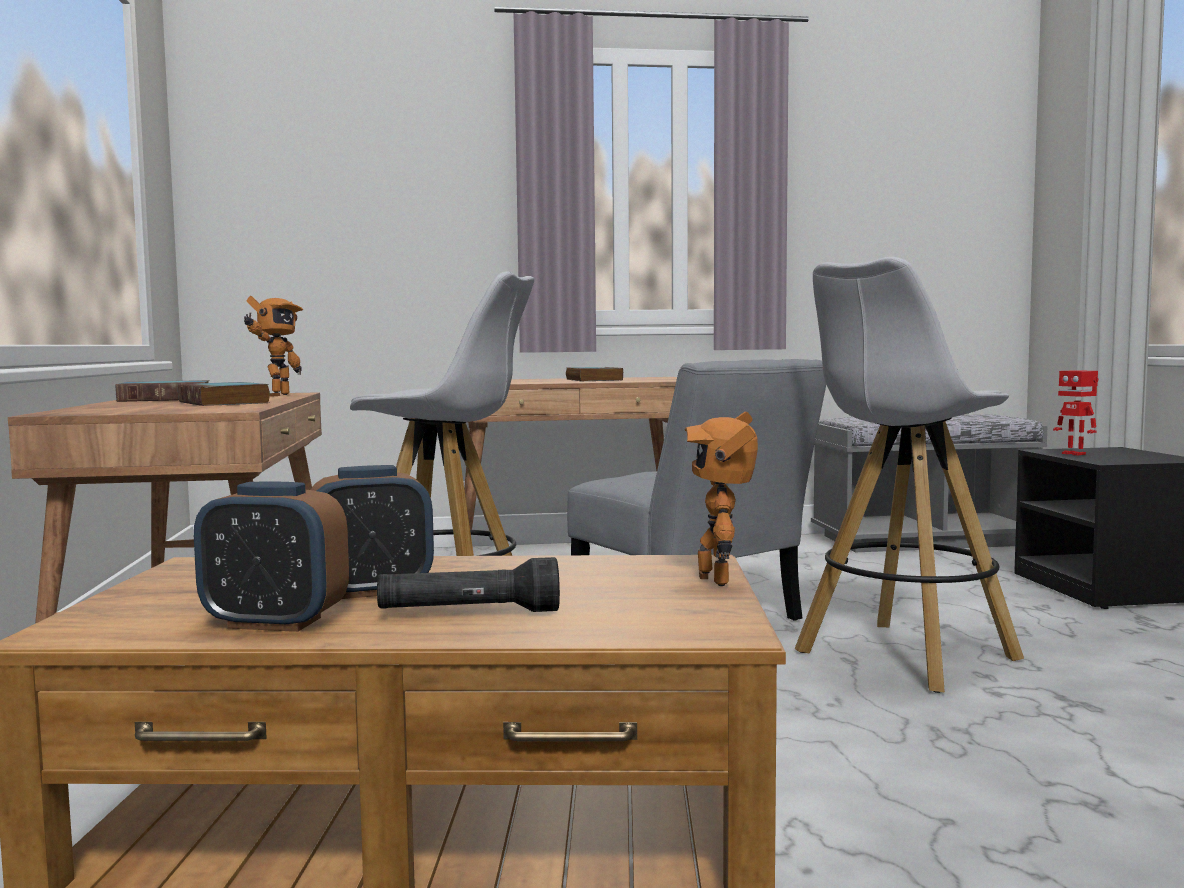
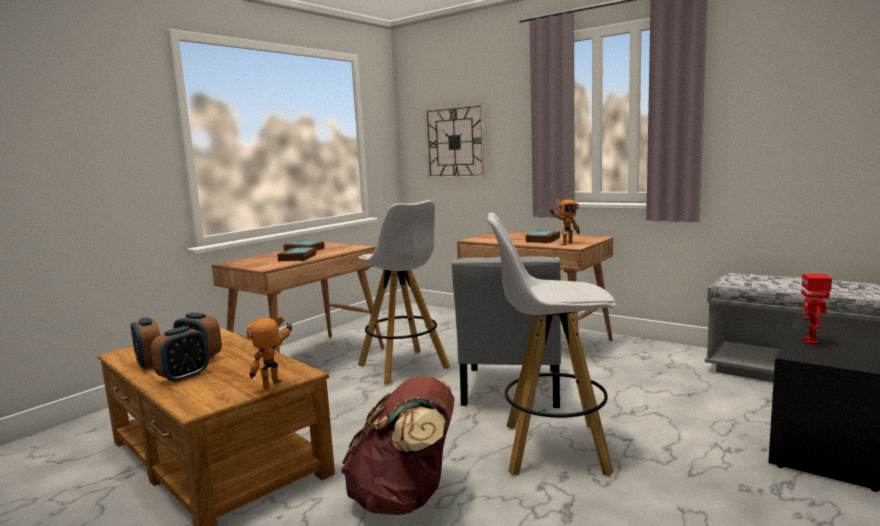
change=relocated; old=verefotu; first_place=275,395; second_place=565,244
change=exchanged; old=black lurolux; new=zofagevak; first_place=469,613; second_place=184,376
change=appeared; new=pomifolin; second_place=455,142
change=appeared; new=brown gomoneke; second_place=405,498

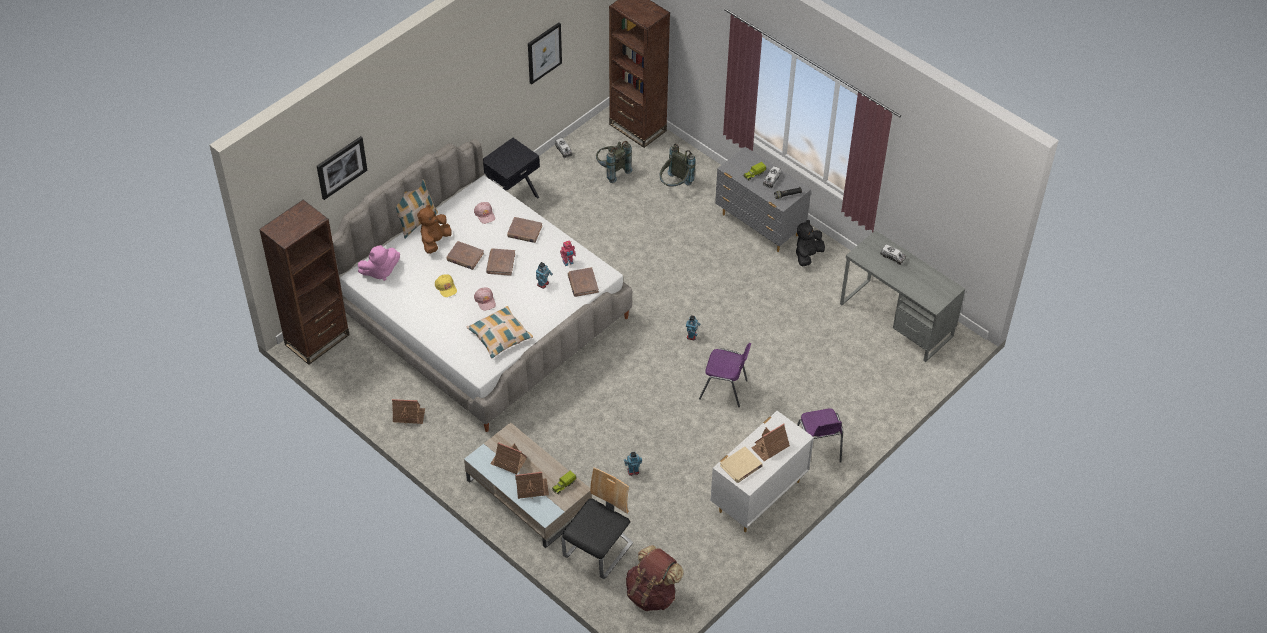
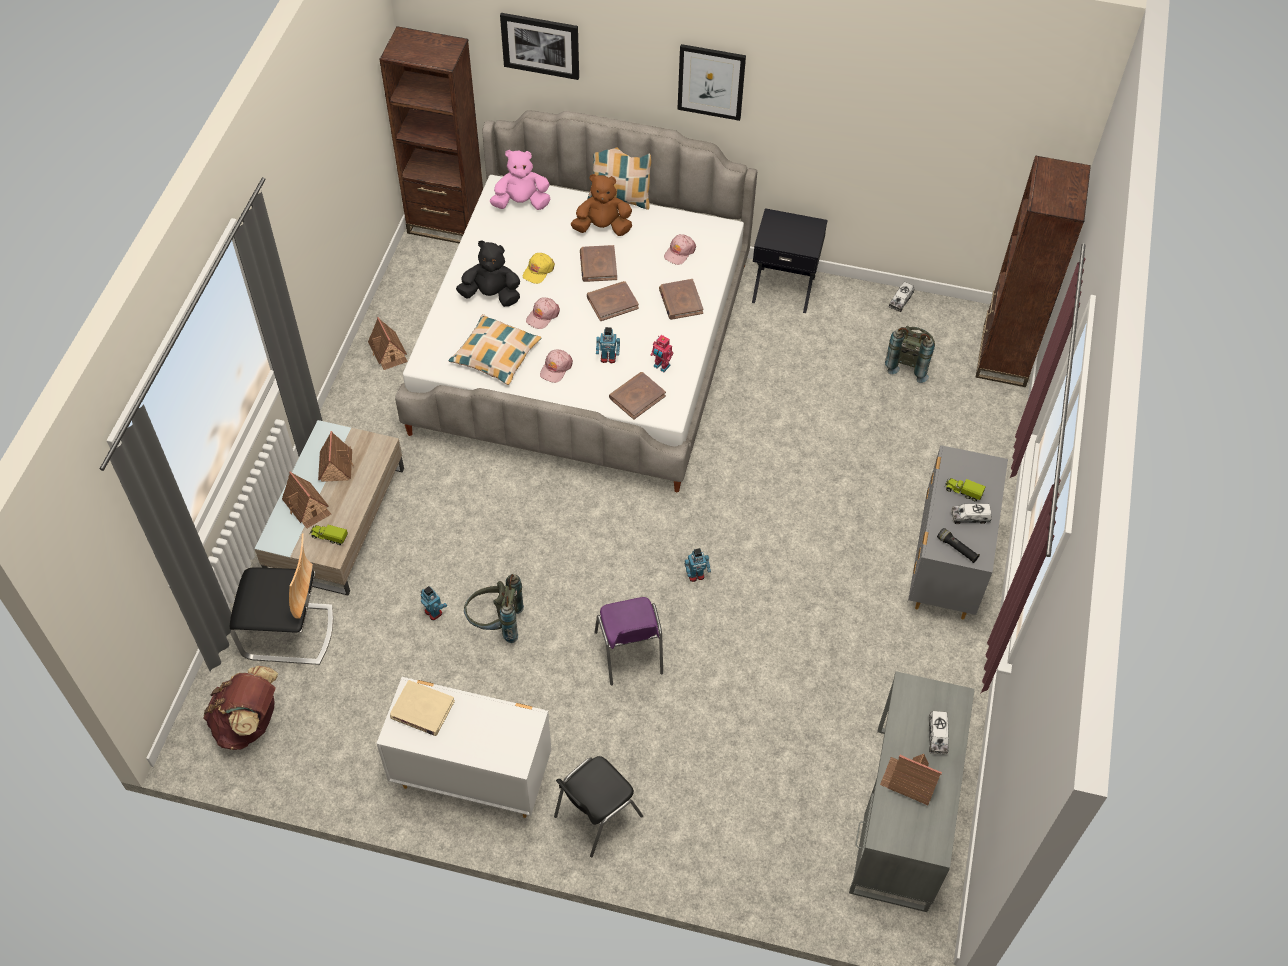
change=relocated; old=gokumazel; first_place=544,52; second_place=711,81
change=relocated; old=grey gomoneke; first_place=675,185; second_place=496,624
change=relocated; old=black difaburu; first_place=807,255; second_place=491,295
change=spun; old=pink difaburu; first_place=380,271; second_place=521,203; degrees=135
change=colour; old=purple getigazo; new=black getigazo; first_place=818,450; second_place=595,817
change=relocated; old=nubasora; first_place=770,447; second_place=910,781
change=appeared; new=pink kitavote; second_place=556,368

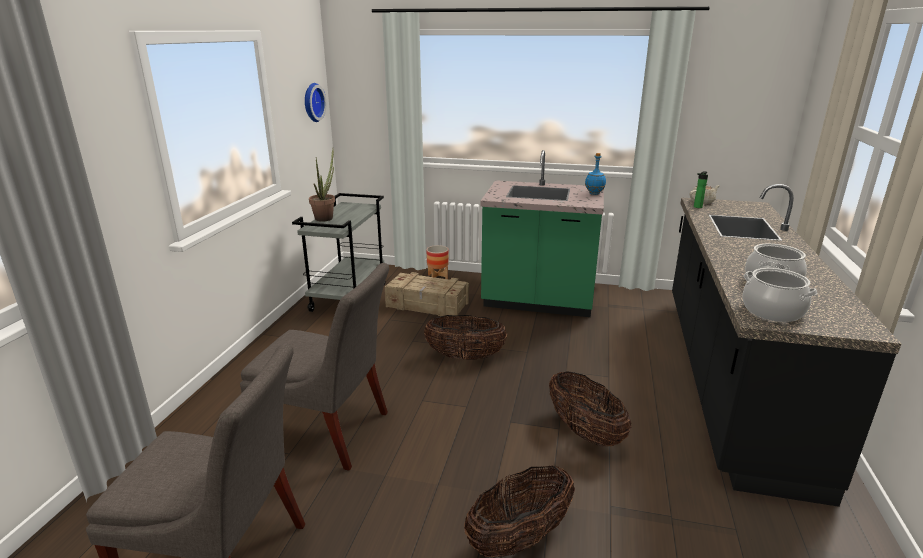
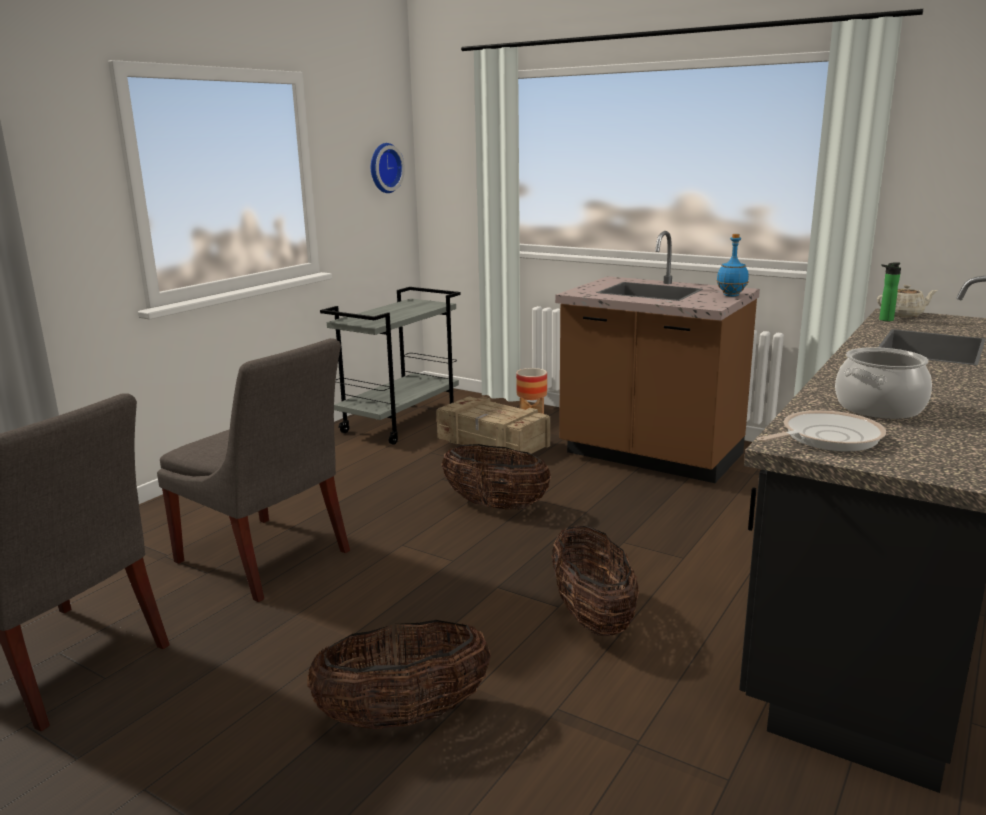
change=missing; old=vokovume; first_place=326,217
change=colour; old=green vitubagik; new=brown vitubagik; first_place=538,302; second_place=650,456
change=exchanged; old=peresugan; new=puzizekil; first_place=772,311; second_place=826,438

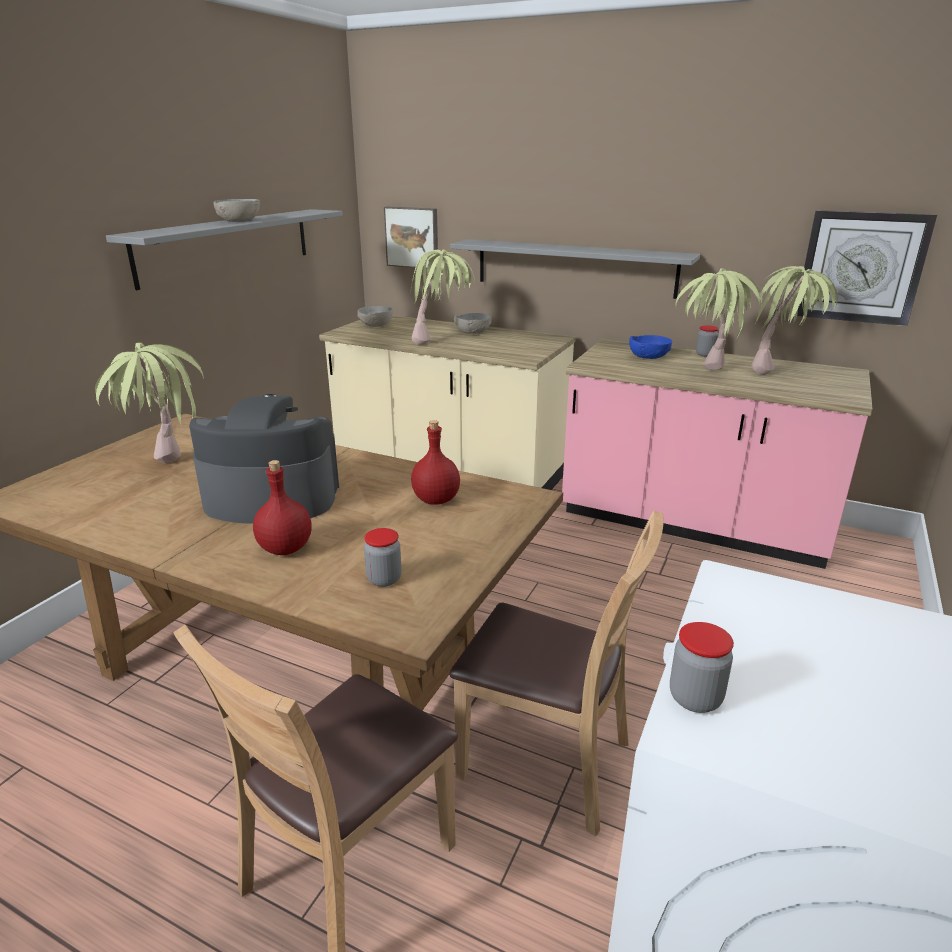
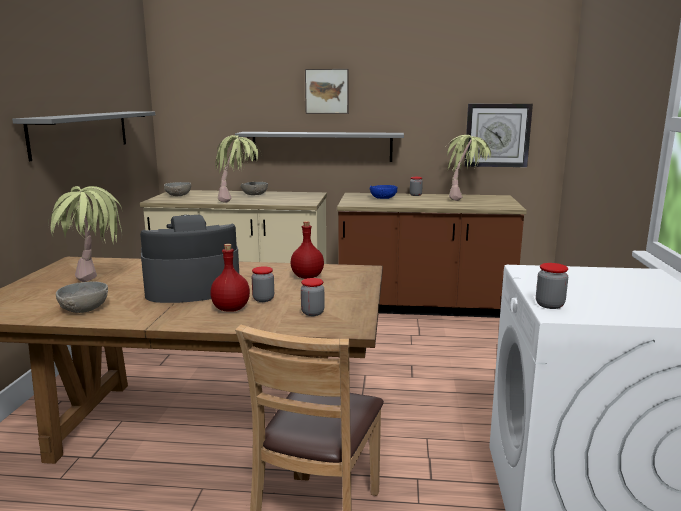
change=relocated; old=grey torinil; first_place=238,221; second_place=83,309
change=relocated; old=gokumazel; first_place=412,237; second_place=327,91
change=missing; old=vokovume; first_place=705,375
change=colour; old=pink vitubagik; new=brown vitubagik; first_place=692,523; second_place=423,306
change=missing; old=brown getigazo; first_place=546,761
change=appeared; new=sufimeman; second_place=263,299

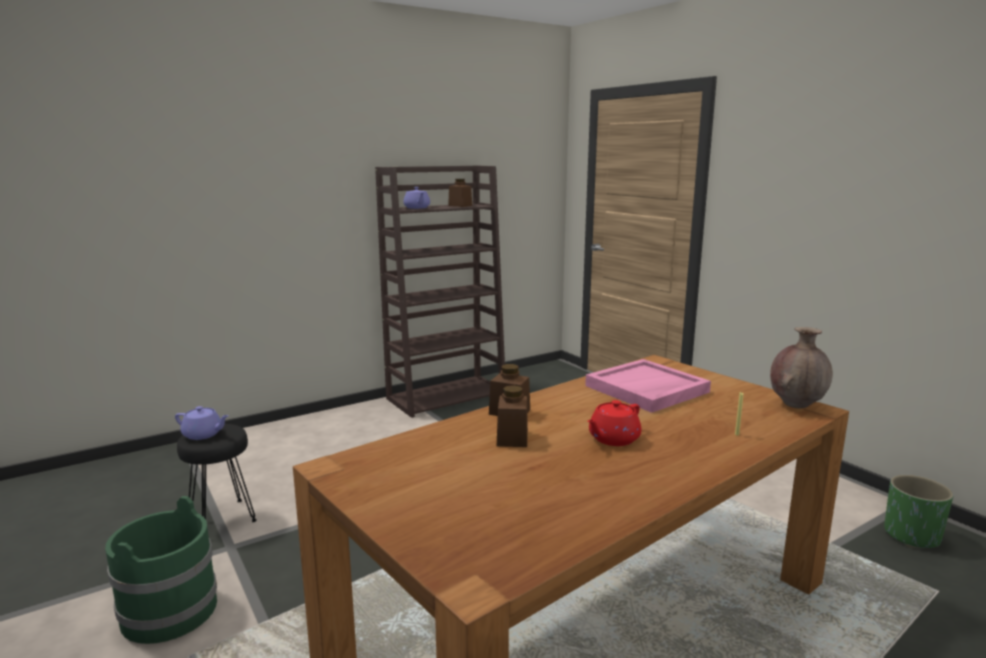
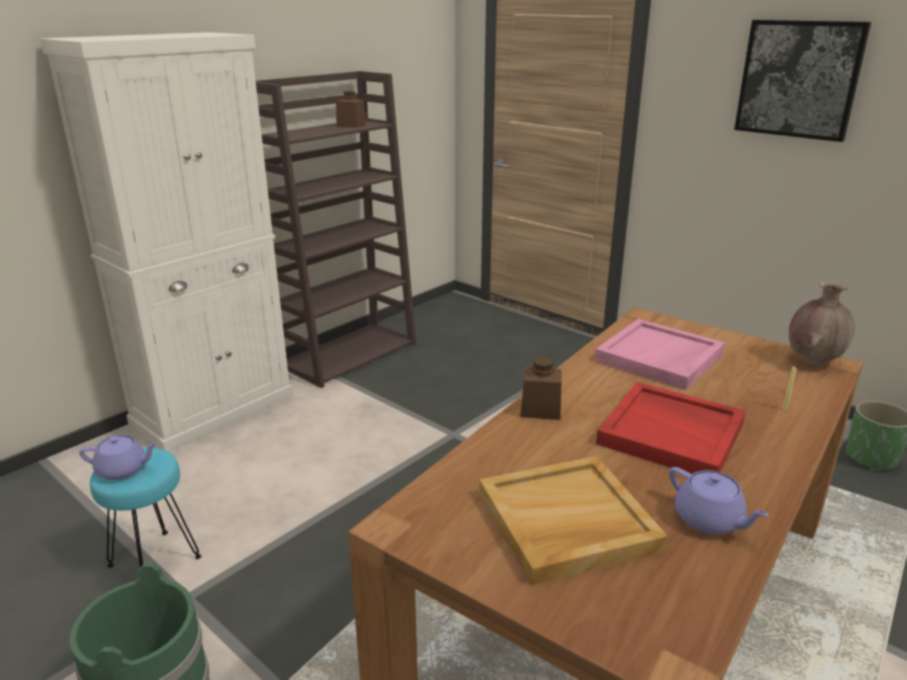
change=relocated; old=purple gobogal; first_place=417,208; second_place=709,520
change=missing; old=brown sufimeman; first_place=512,438
change=exchanged; old=red gobogal; new=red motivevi; first_place=613,439; second_place=672,433
change=colour; old=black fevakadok; new=turquoise fevakadok; first_place=222,518; second_place=154,560
change=appeared; new=gokumazel; second_place=799,79
change=appeared; new=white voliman; second_place=214,410
change=appeared; new=beige motivevi; second_place=566,522

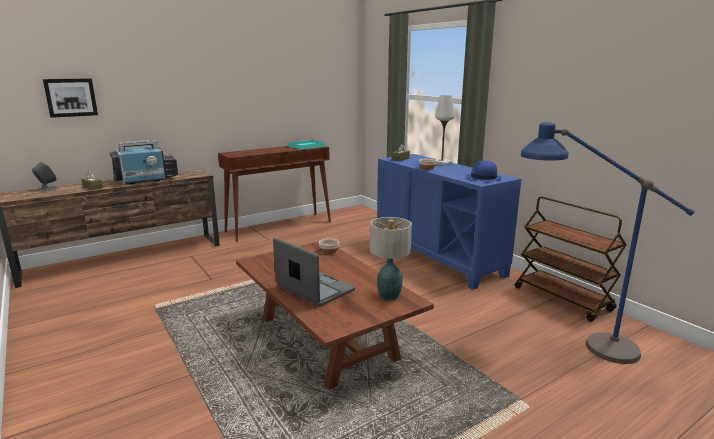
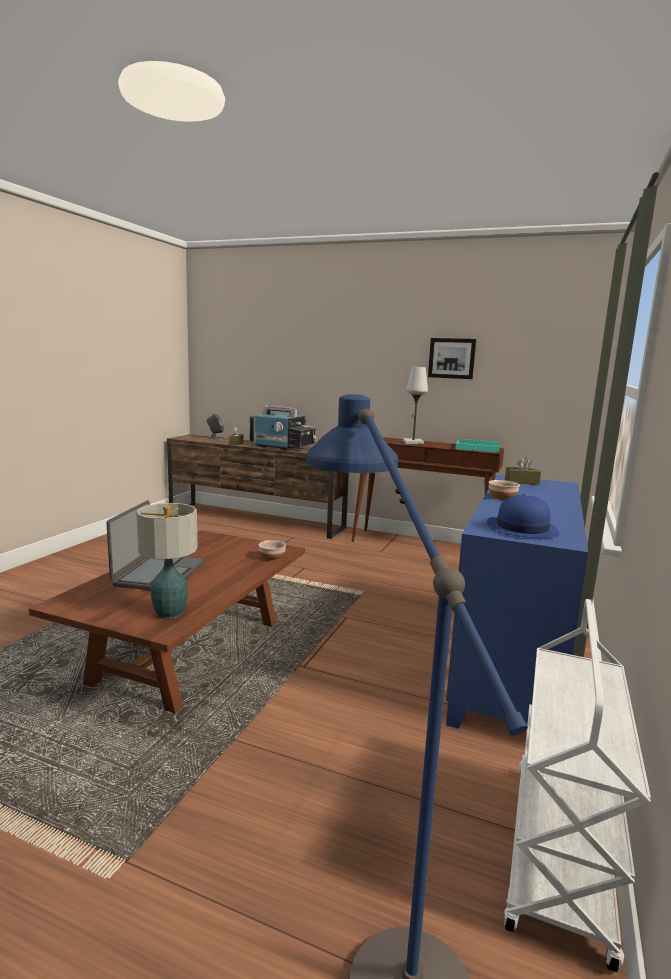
change=relocated; old=gokumazel; first_place=71,97; second_place=451,358
change=relocated; old=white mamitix; first_place=442,163; second_place=413,442
change=colour; old=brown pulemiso; new=white pulemiso; first_place=563,299; second_place=560,857

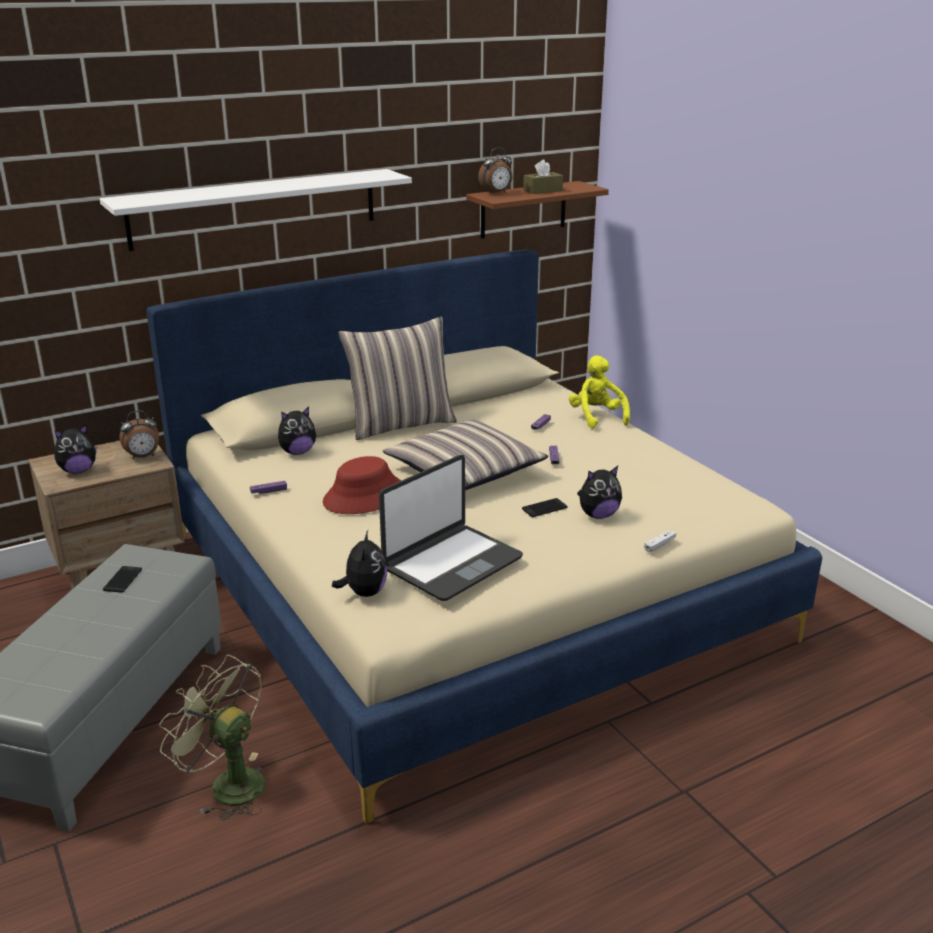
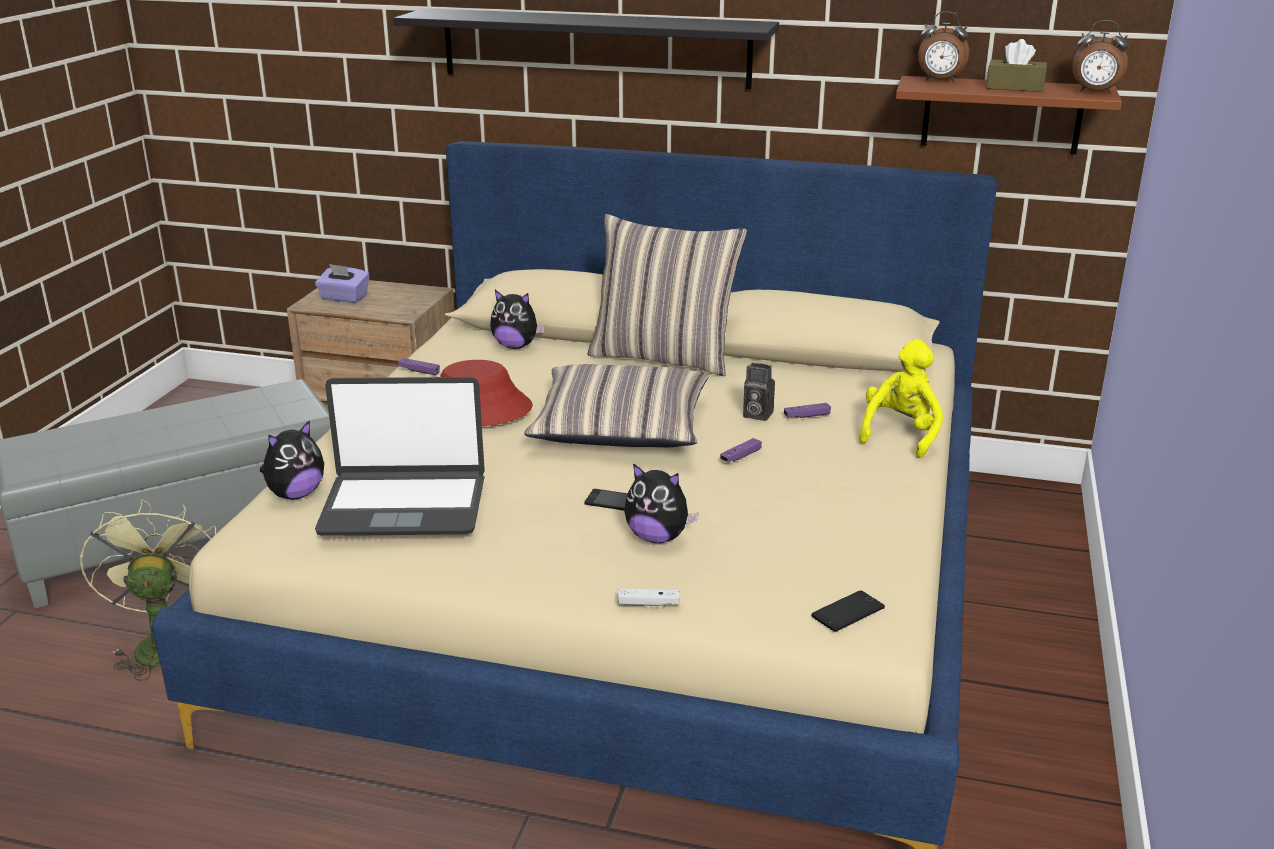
change=colour; old=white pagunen; new=black pagunen; first_place=255,208; second_place=595,48
change=relocated; old=zofagevak; first_place=143,457; second_place=1095,92
change=exchanged; old=difaburu; new=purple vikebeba; first_place=78,470; second_place=344,298
change=relocated; old=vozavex; first_place=122,580; second_place=848,612
change=appeared; new=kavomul; second_place=755,414

